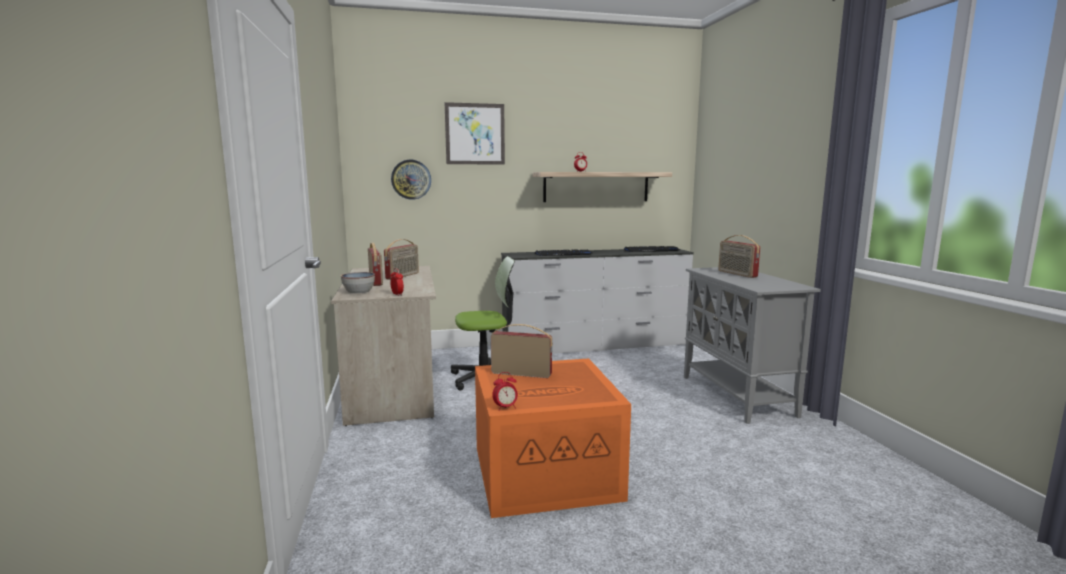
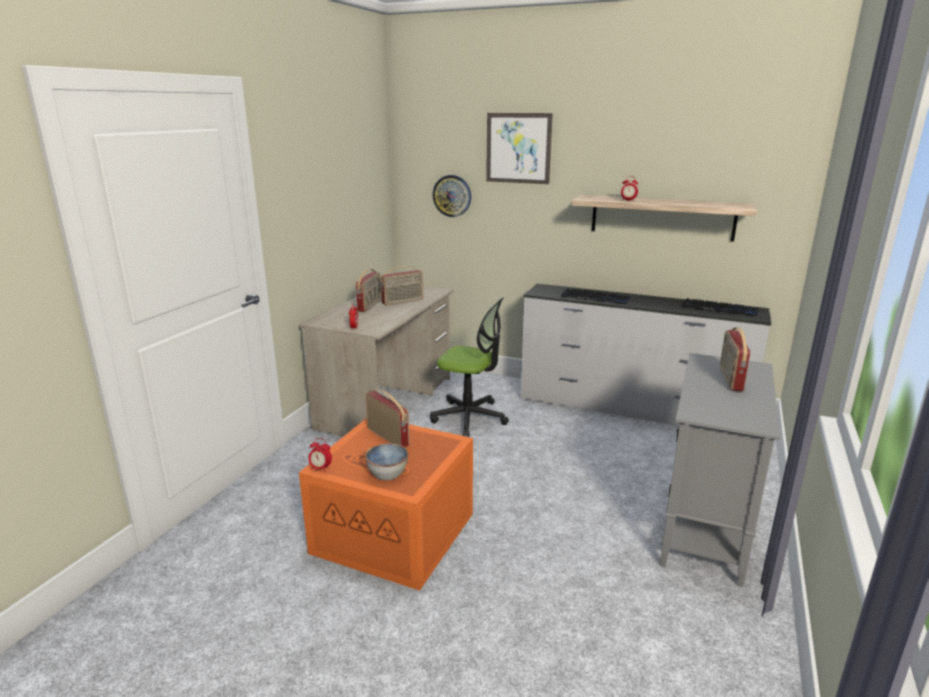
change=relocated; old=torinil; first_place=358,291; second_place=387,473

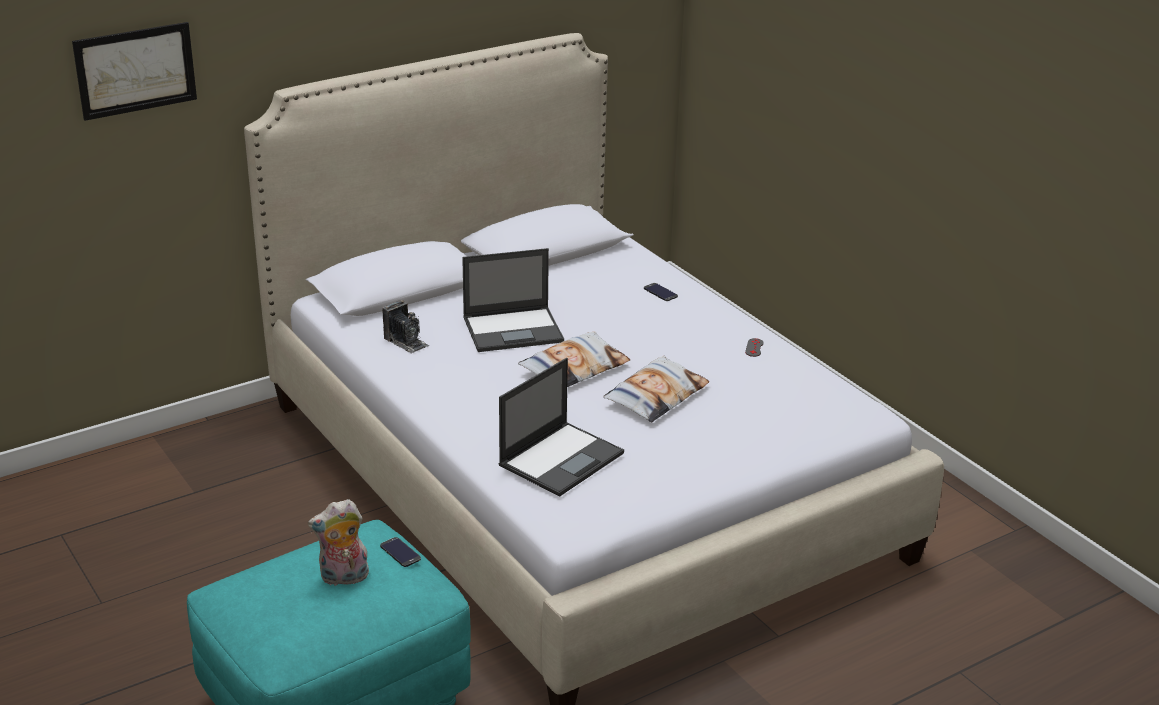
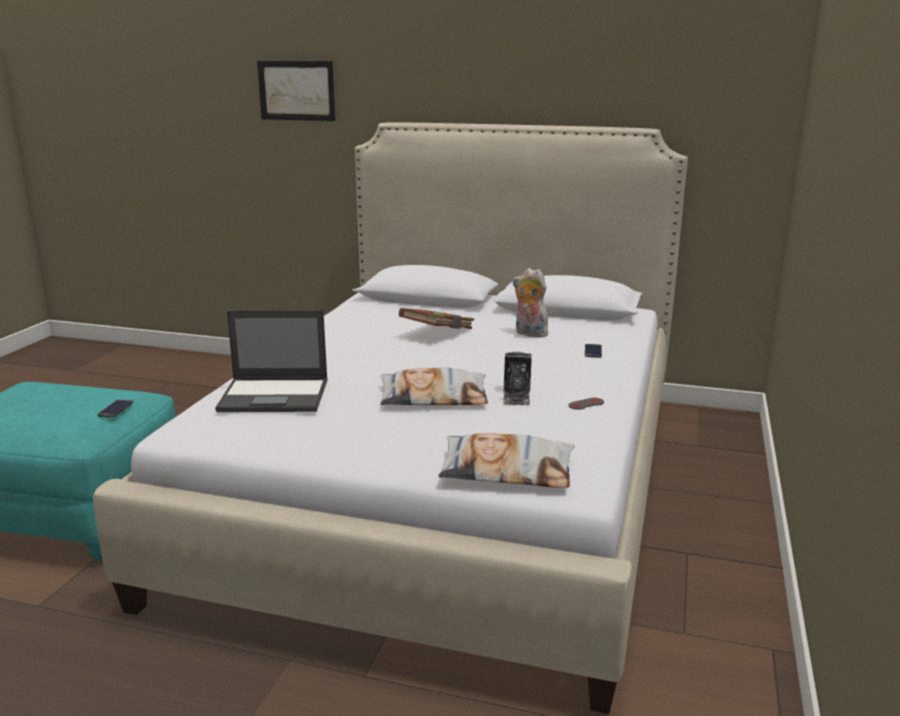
change=exchanged; old=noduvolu; new=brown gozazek; first_place=514,330; second_place=438,333
change=relocated; old=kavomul; first_place=406,342; second_place=516,396
change=relocated; old=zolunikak; first_place=574,369; second_place=507,471
change=relocated; old=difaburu; first_place=343,578; second_place=529,334

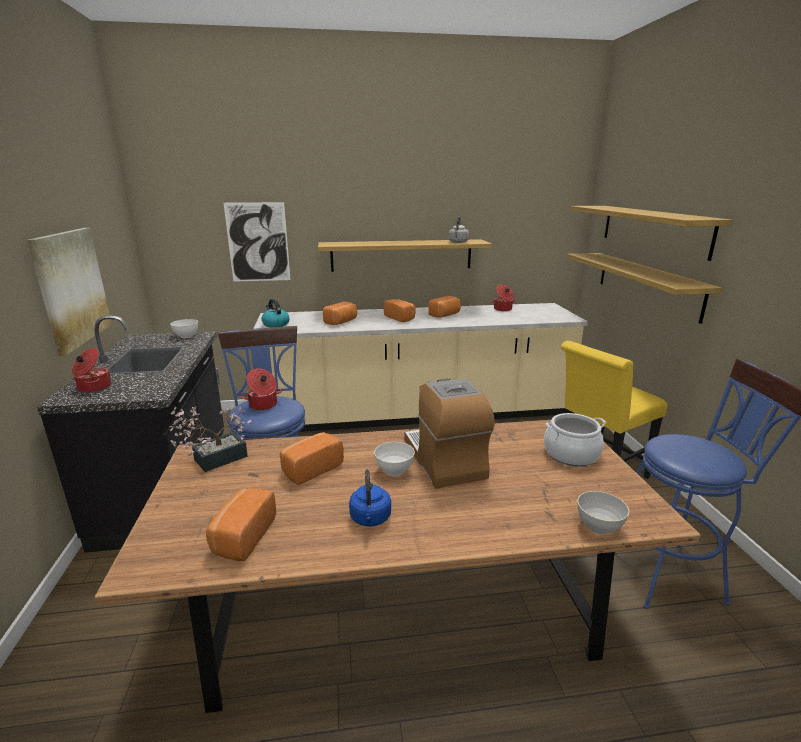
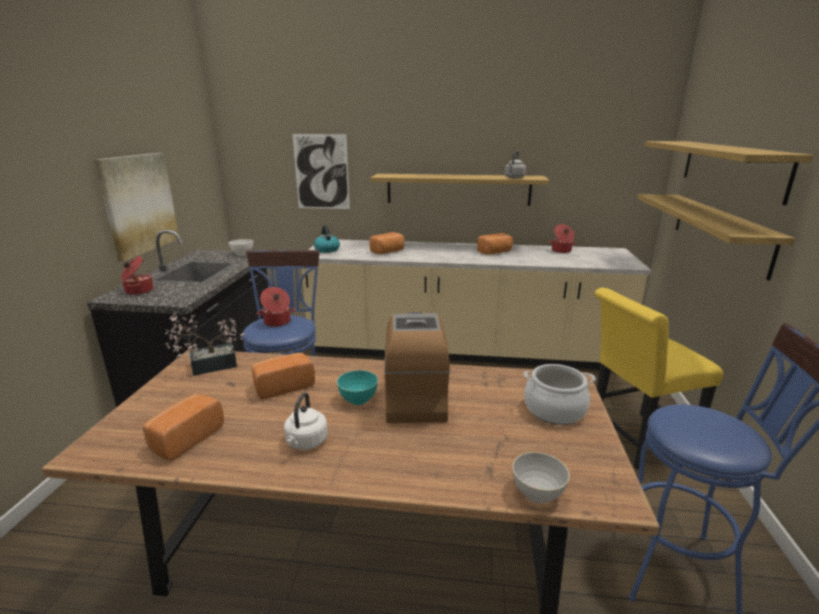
change=missing; old=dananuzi; first_place=400,318
change=colour; old=white torinil; new=turquoise torinil; first_place=394,471; second_place=358,399
change=colour; old=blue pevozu; new=white pevozu; first_place=370,519; second_place=306,442

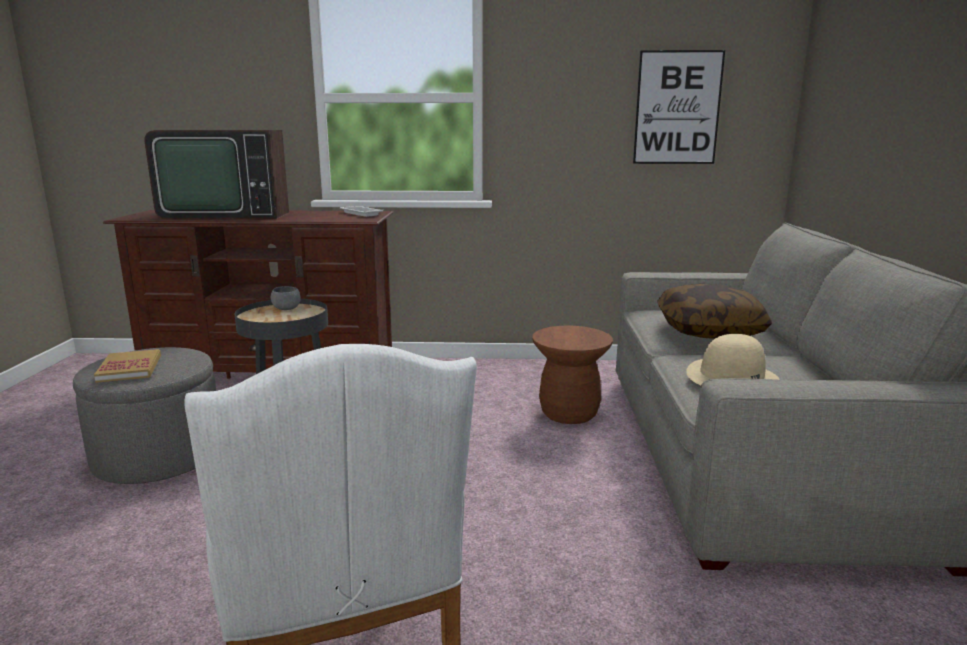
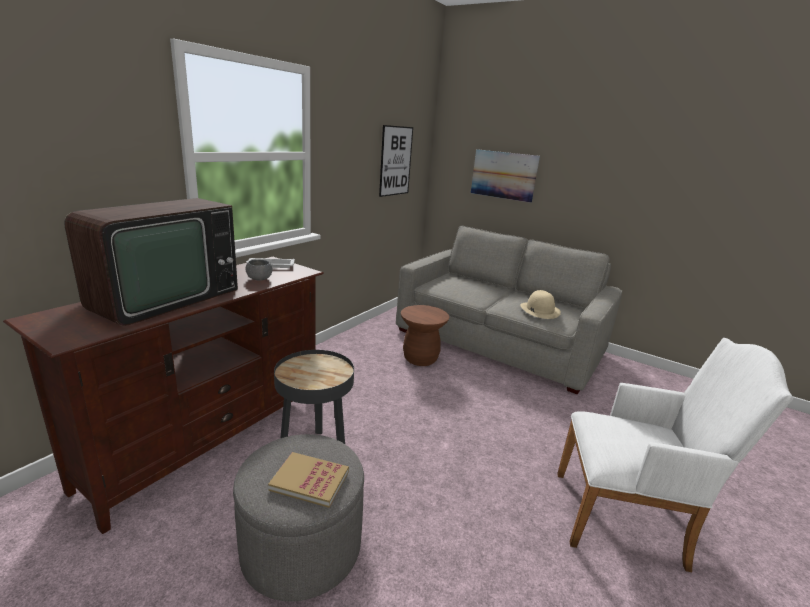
change=missing; old=zolunikak; first_place=709,330
change=relocated; old=grey torinil; first_place=286,309; second_place=259,279
change=appeared; new=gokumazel; second_place=503,175

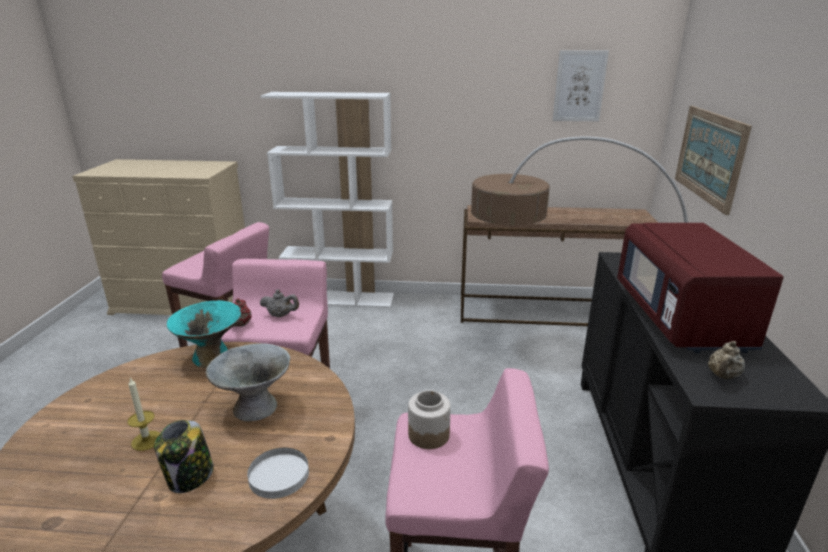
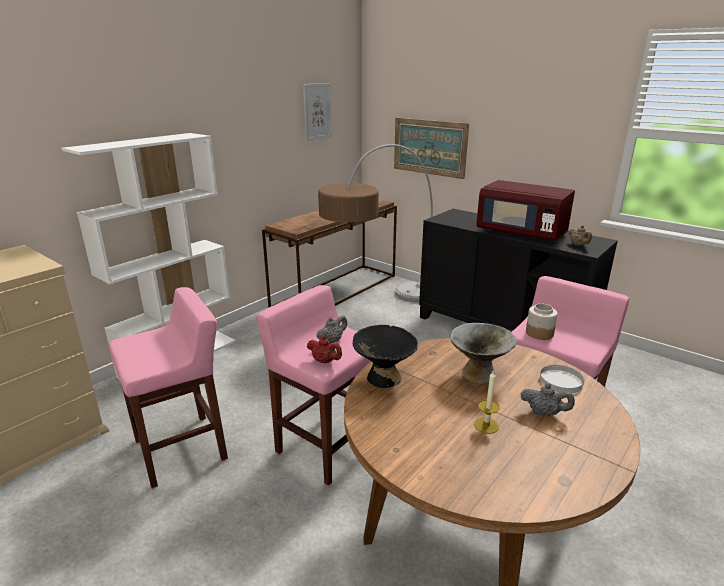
change=colour; old=turquoise torinil; new=black torinil; first_place=211,357; second_place=384,378
change=exchanged; old=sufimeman; new=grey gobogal; first_place=190,477; second_place=544,413

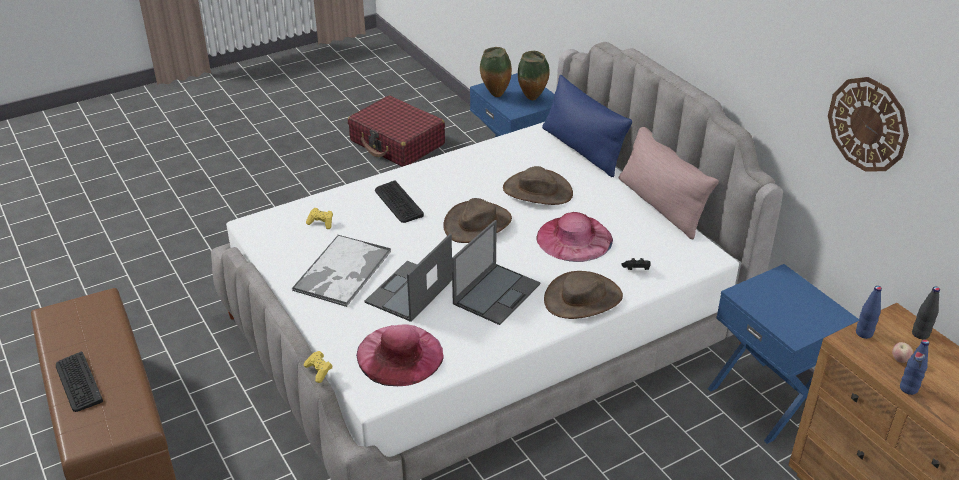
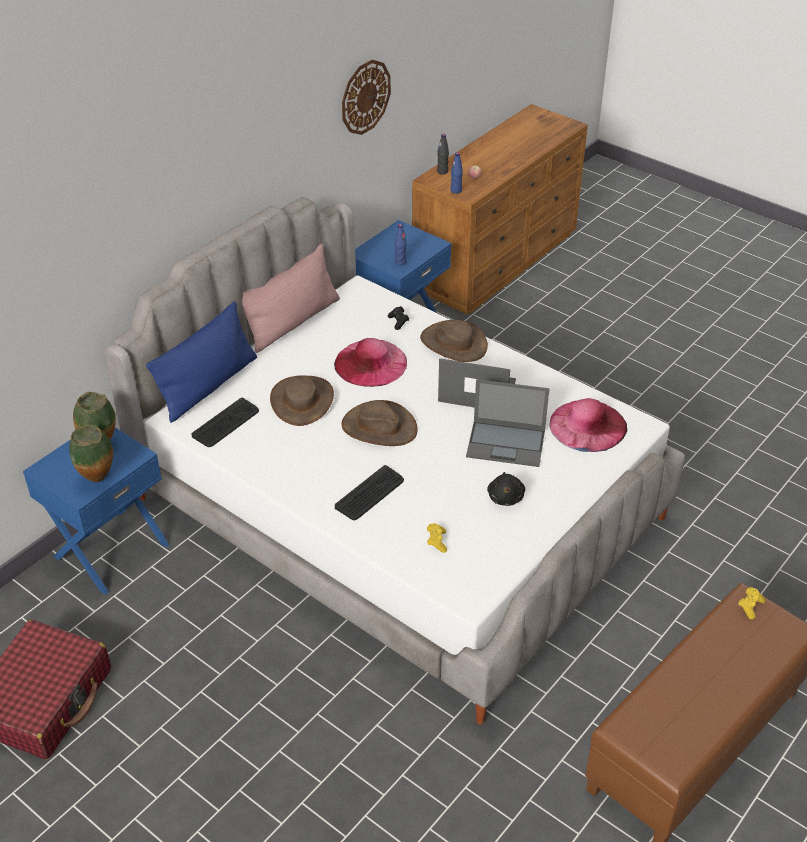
change=exchanged; old=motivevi; new=black difaburu; first_place=342,272; second_place=505,497
change=relocated; old=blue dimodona; first_place=908,388; second_place=400,262
change=relocated; old=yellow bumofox; first_place=319,371; second_place=750,606
change=relocated; old=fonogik; first_place=78,382; second_place=226,423

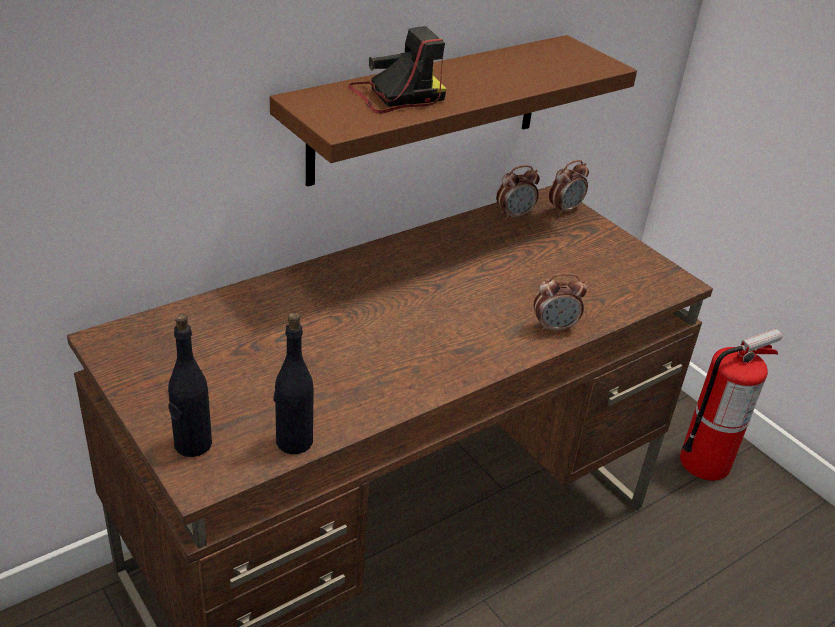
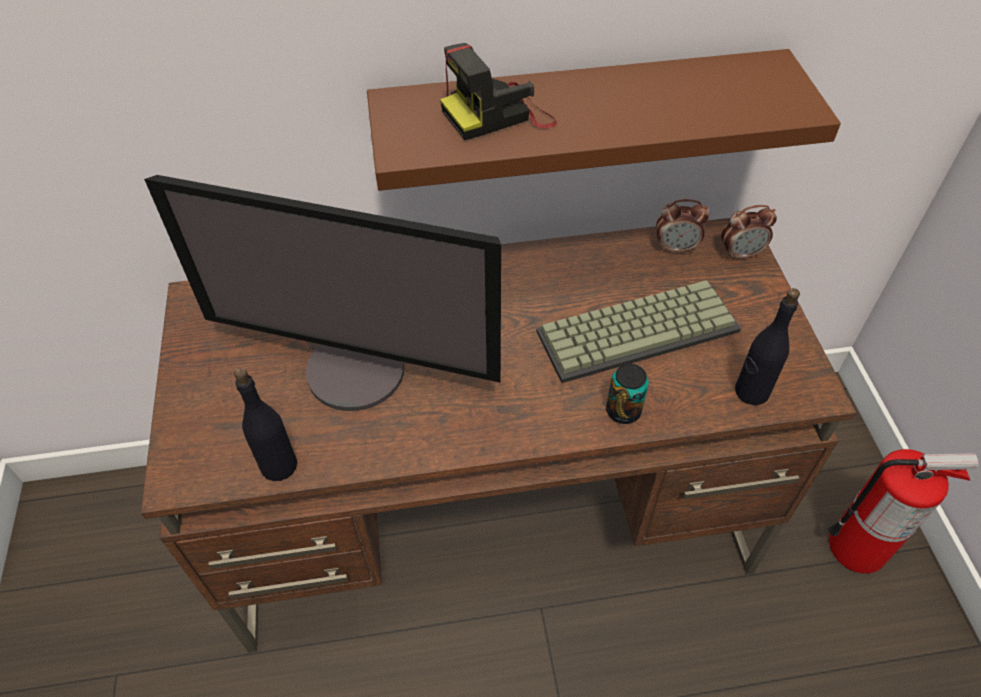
change=spun; old=kavomul; first_place=395,96; second_place=498,115; degrees=150
change=exchanged; old=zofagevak; new=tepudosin; first_place=554,328; second_place=623,411
change=relocated; old=black dimodona; first_place=192,444; second_place=751,392
change=appeared; new=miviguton; second_place=358,368
change=appeared; new=fonogik; second_place=638,328

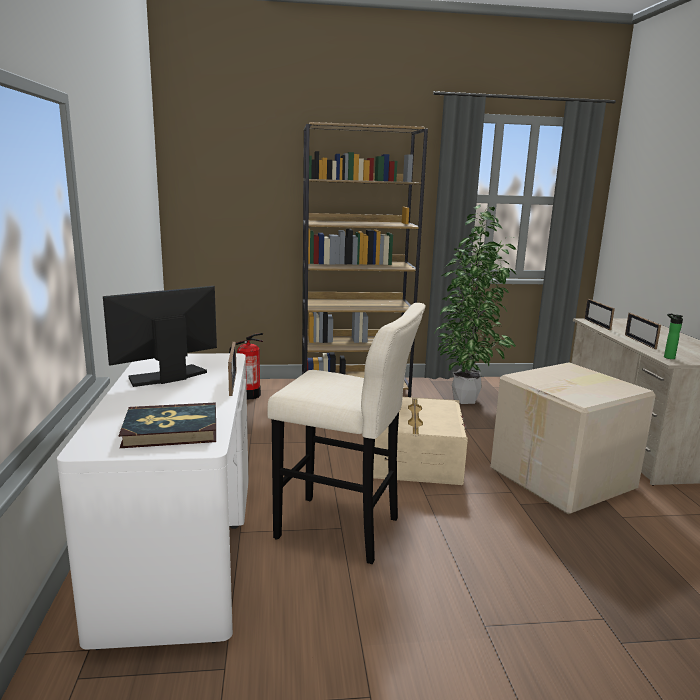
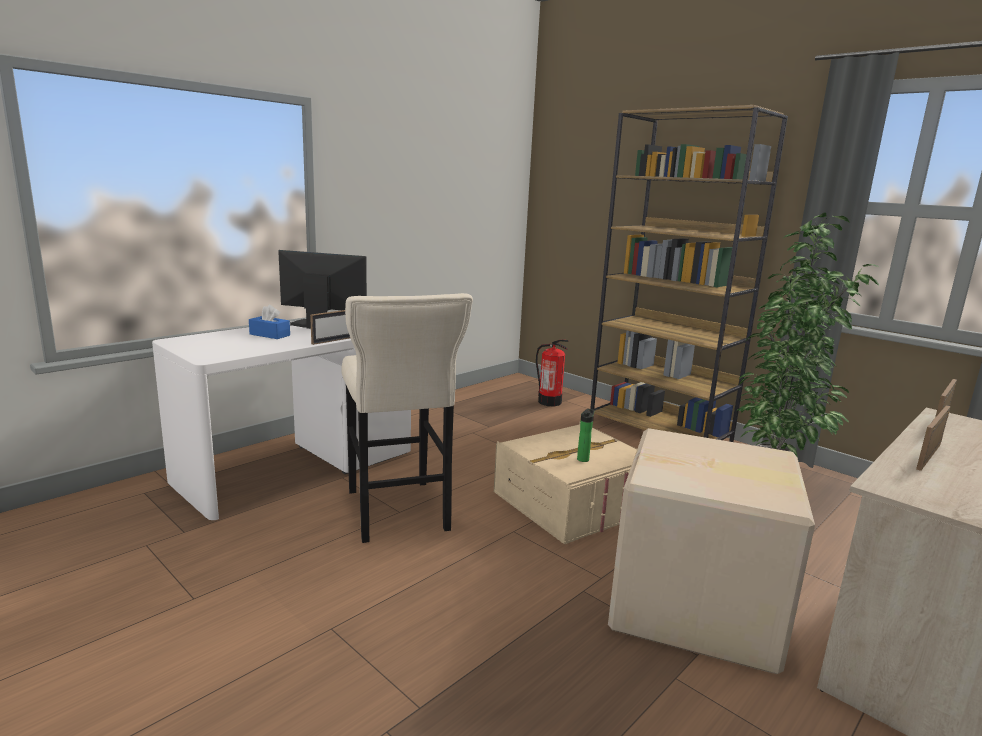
change=relocated; old=dimodona; first_place=667,357; second_place=583,459
change=missing; old=gozazek; first_place=171,429
change=appeared; new=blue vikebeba; second_place=270,335

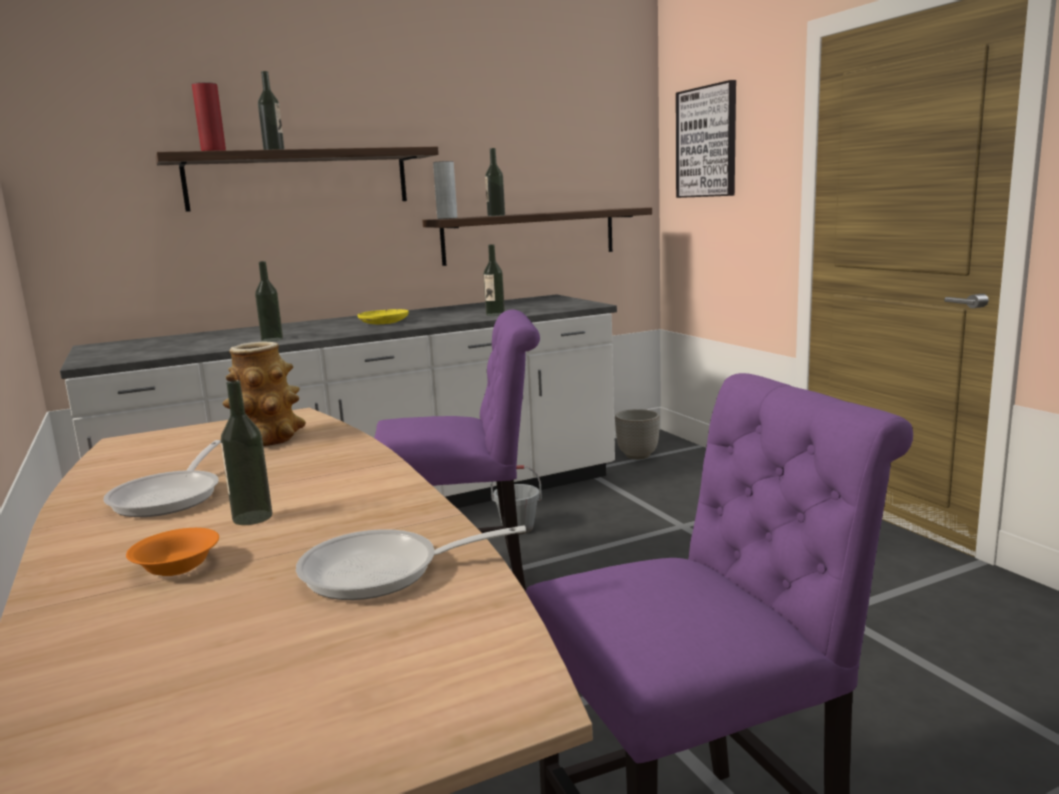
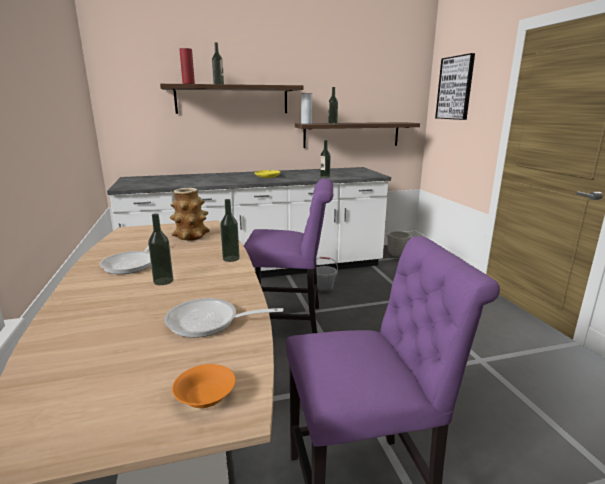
change=relocated; old=dimodona; first_place=272,339; second_place=231,258
change=relocated; old=orange torinil; first_place=176,567; second_place=205,397

